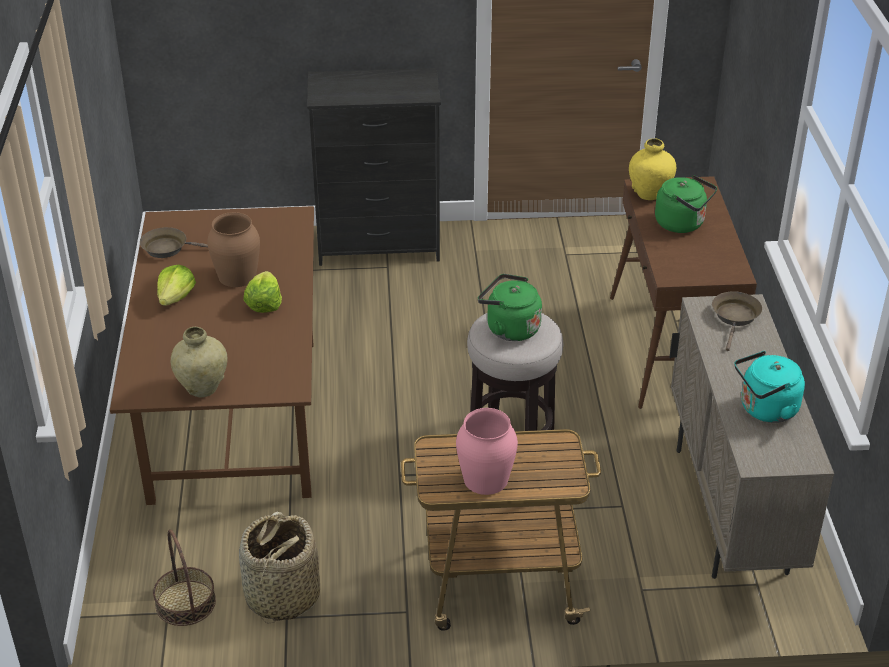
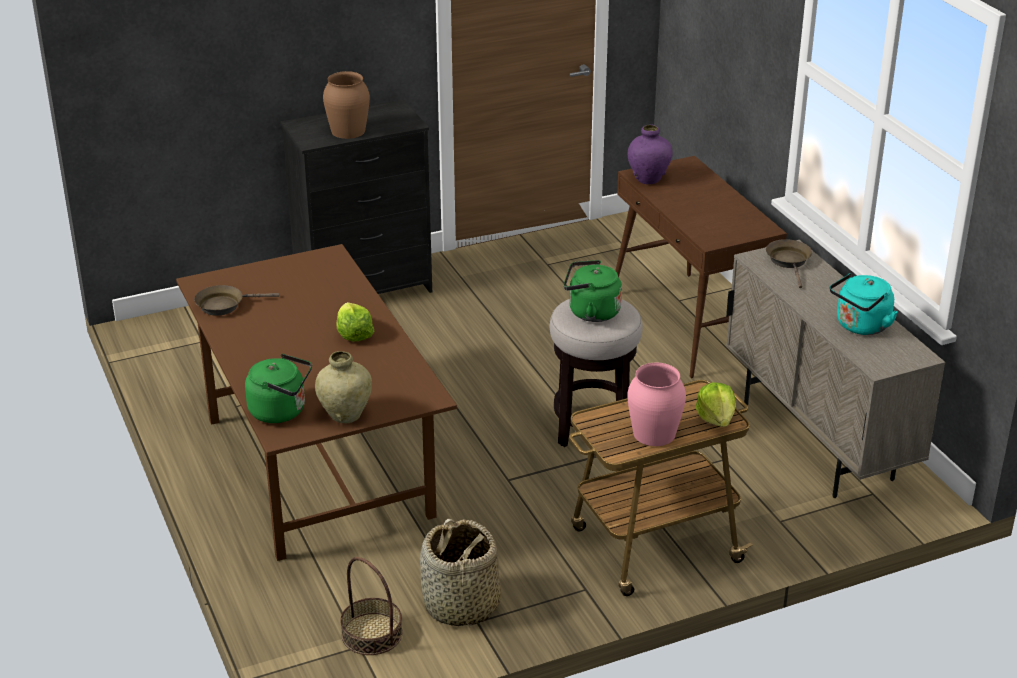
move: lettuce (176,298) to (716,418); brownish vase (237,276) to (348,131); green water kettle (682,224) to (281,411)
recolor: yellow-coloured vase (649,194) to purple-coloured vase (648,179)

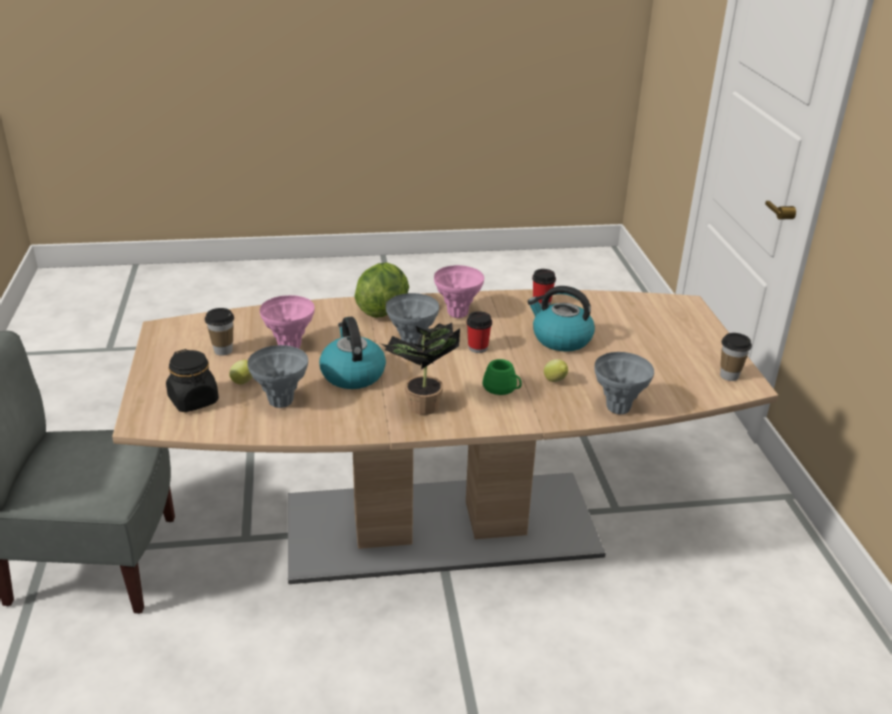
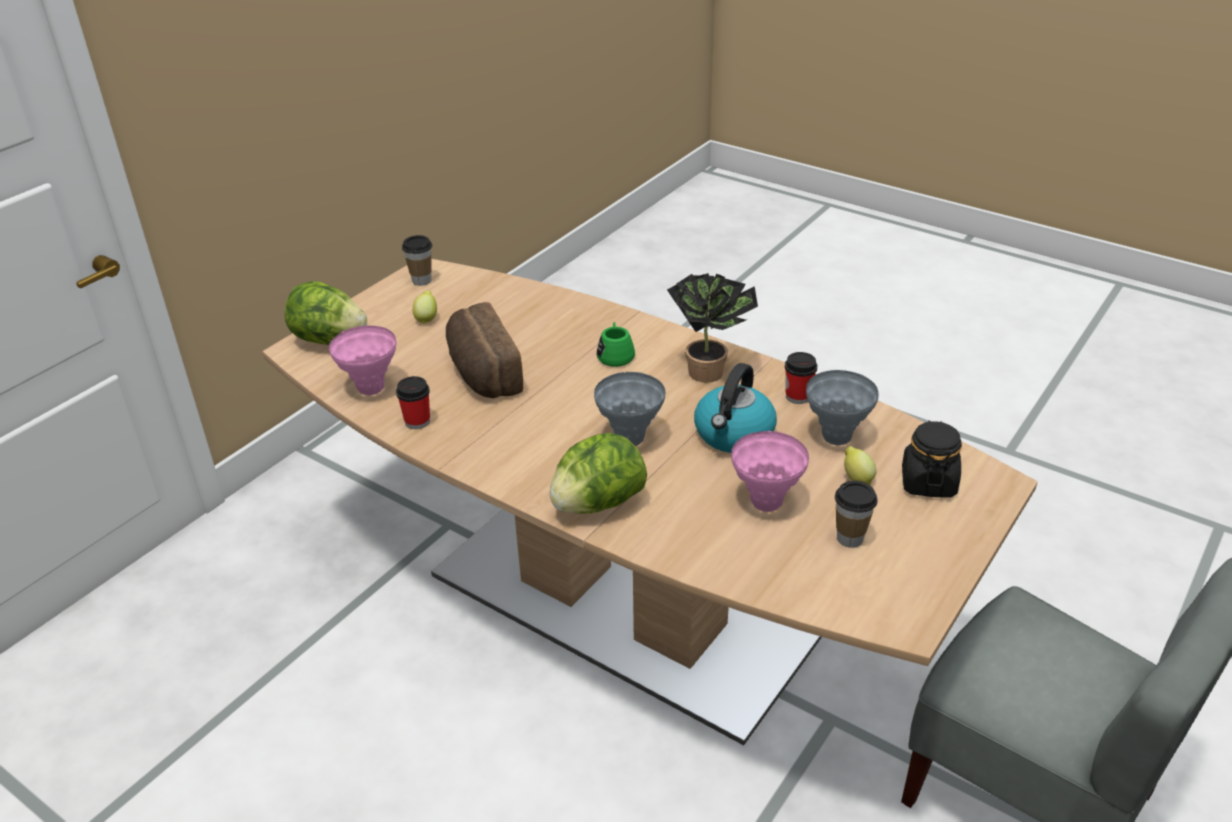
delete: gray vase (618,408)
insert: lettuce (329,340)
move: pink vase (457,314) to (371,389); drinking cup (478,347) to (798,396); citrus fruit (555,381) to (426,318)
replace: water kettle (560,339) to baked bread (481,373)

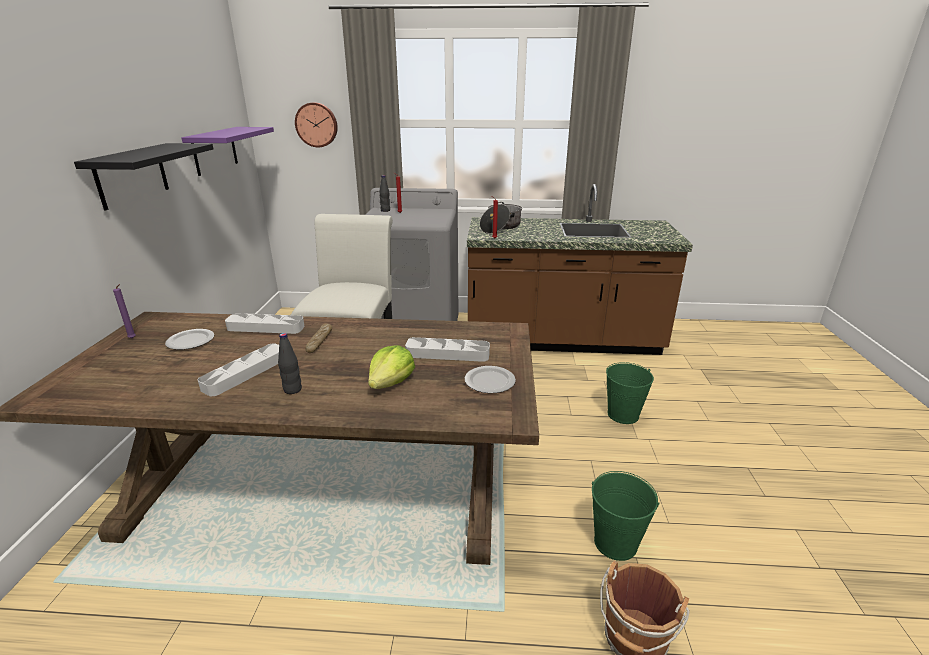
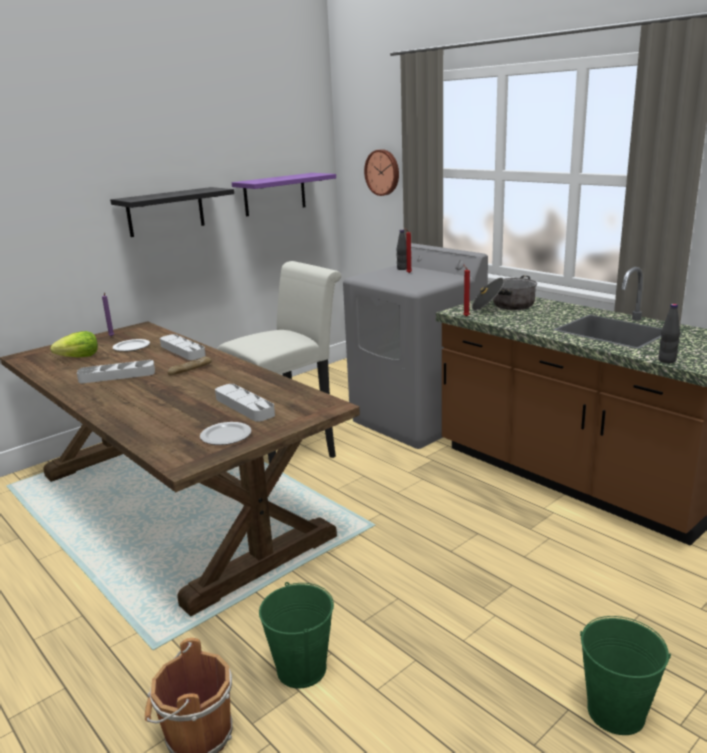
move: black-coloured bottle (292,390) to (667,360); lettuce (391,383) to (79,357); green water bucket (623,415) to (616,712)

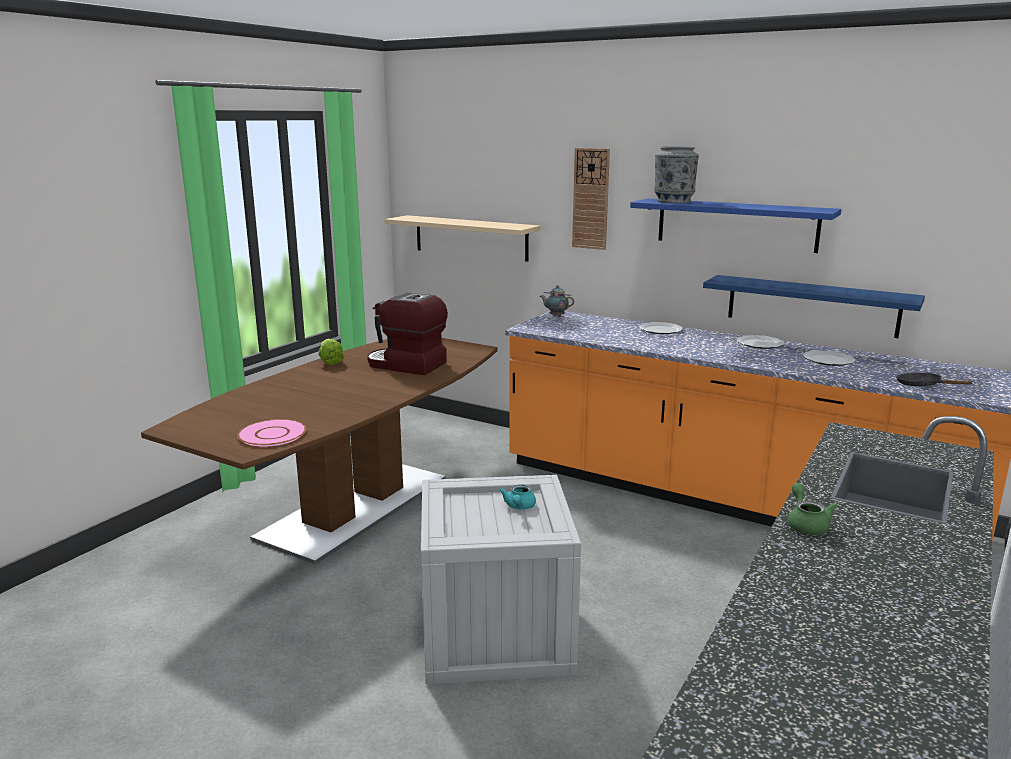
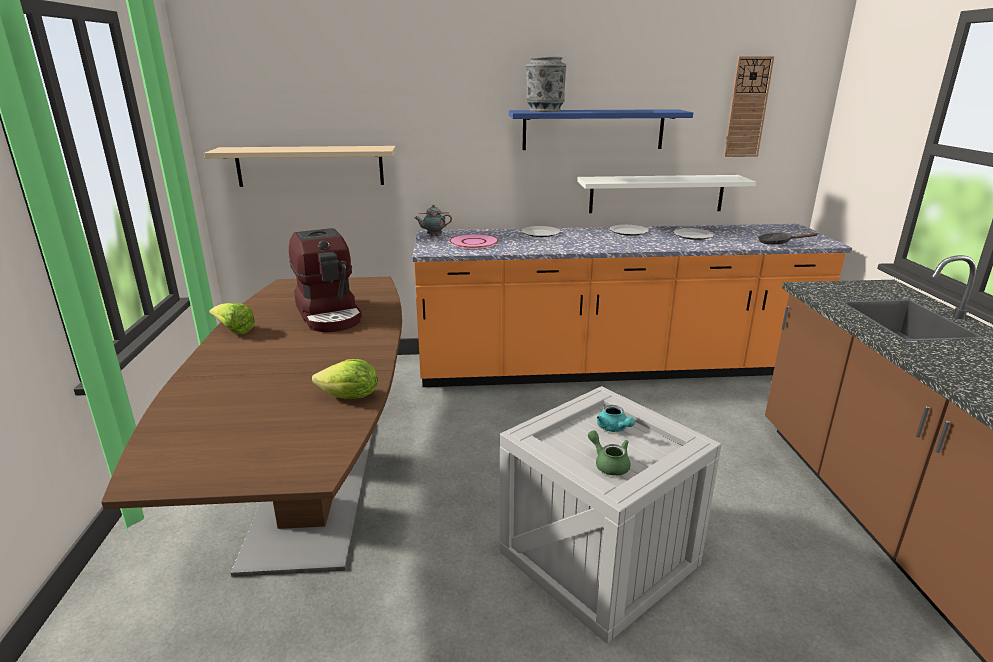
insert: lettuce (350,397)
move: pink plate (272,434) to (473,242); clock on the wall (591,199) to (747,107); green pot for tea (806,524) to (609,464)
recolor: bluish bracket shelf (811,305) to white bracket shelf (656,194)
rotate: coffee machine (405,365) = (330,314) 105 degrees counterclockwise

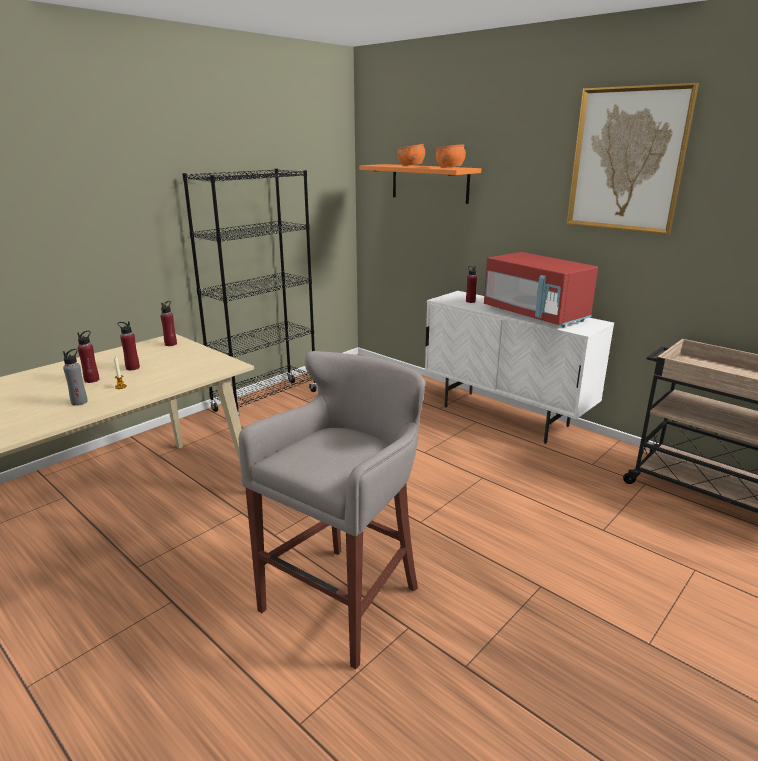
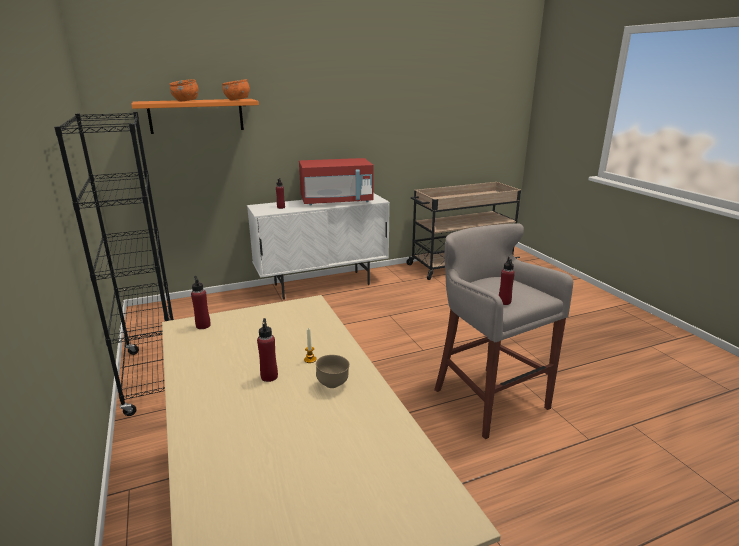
delete: picture (627,160)
move: red bottle (132,368) to (504,302)
replace: gray bottle (79,402) to brownish serving bowl (333,385)

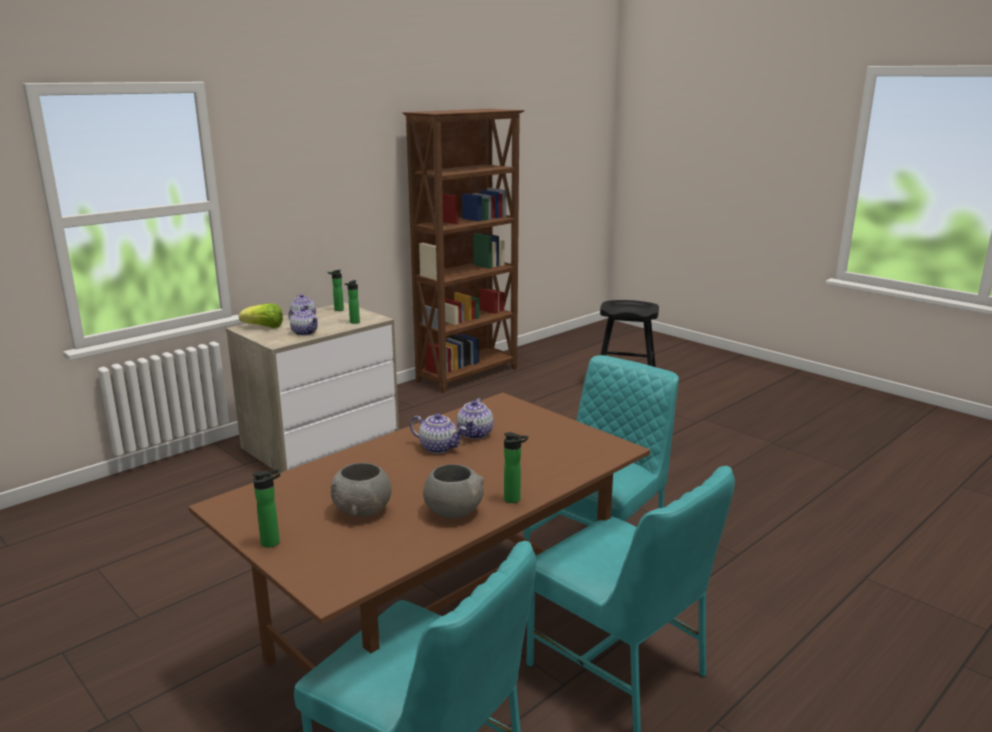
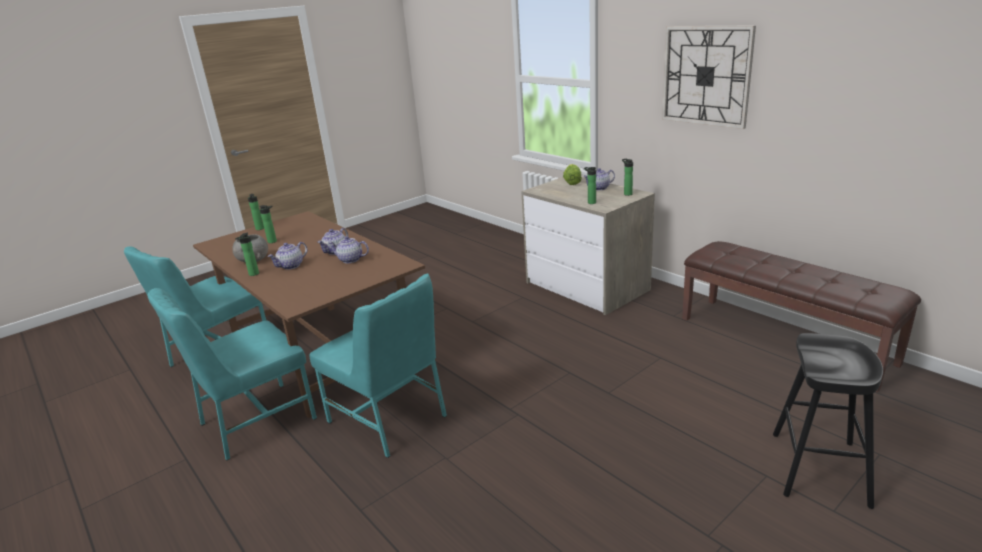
insert: clock on the wall (706,76)
move: pot for tea (305,332) to (291,266)
replace: gray serving bowl (363,510) to bottle (273,241); brownish bookcase (469,375) to brownish indoor bench (784,340)

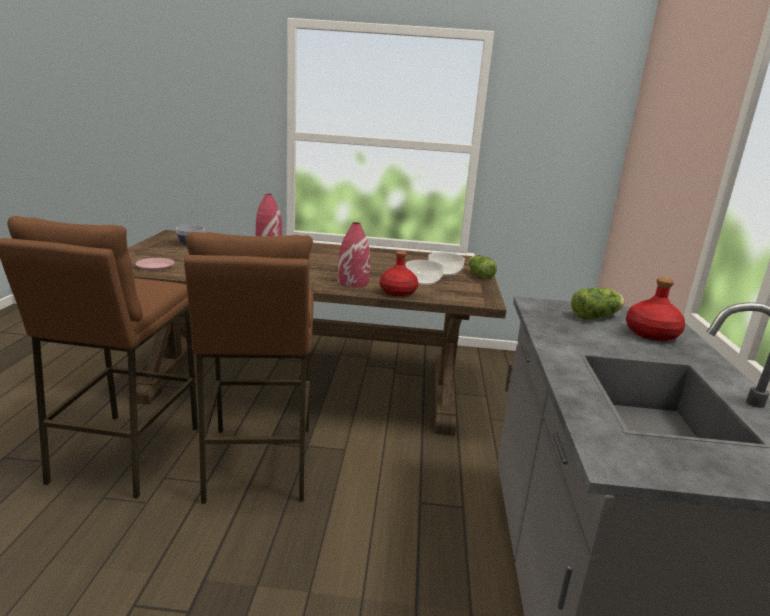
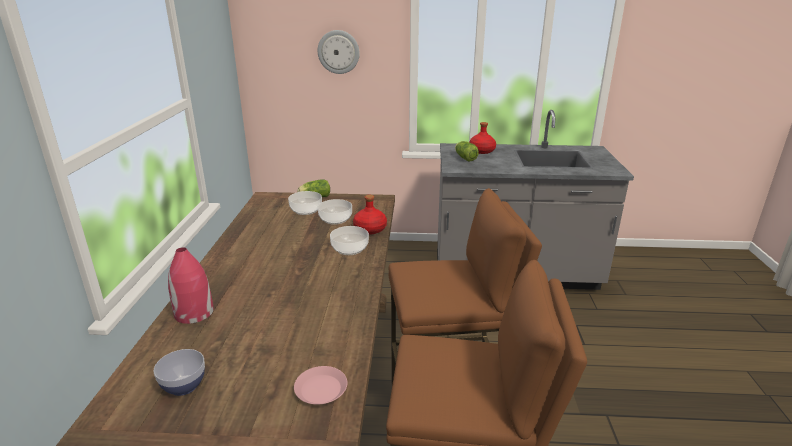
insert: clock on the wall (338,52)
replace: red vase (353,282) to serving bowl (349,249)

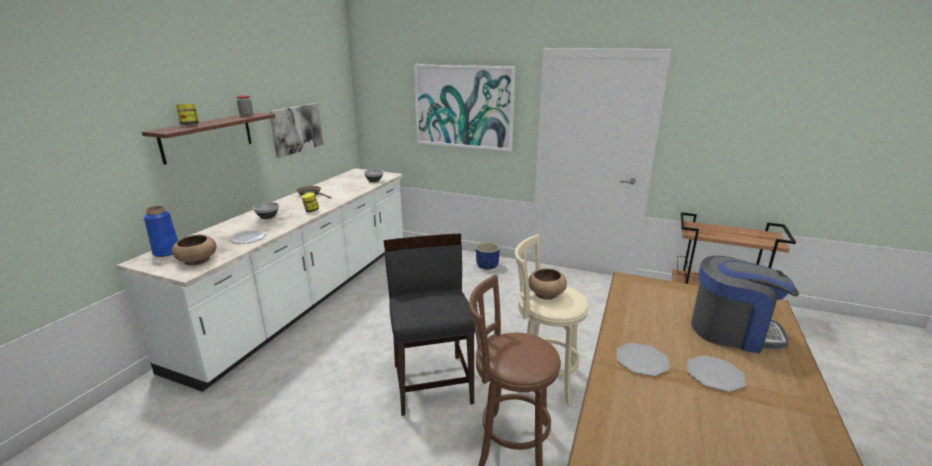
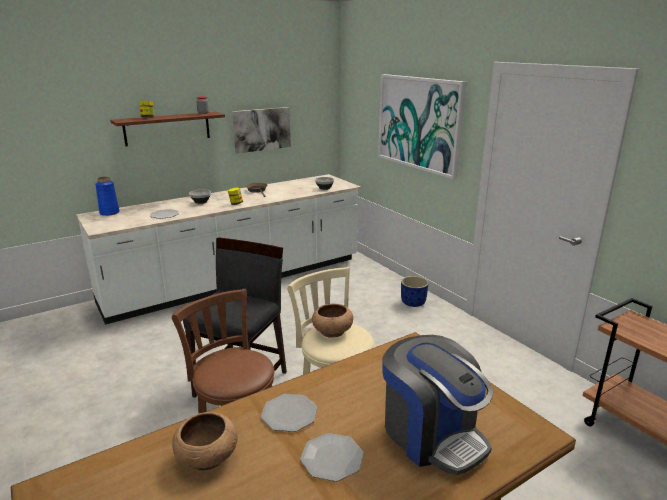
move: brownish serving bowl (197,261) to (207,457)

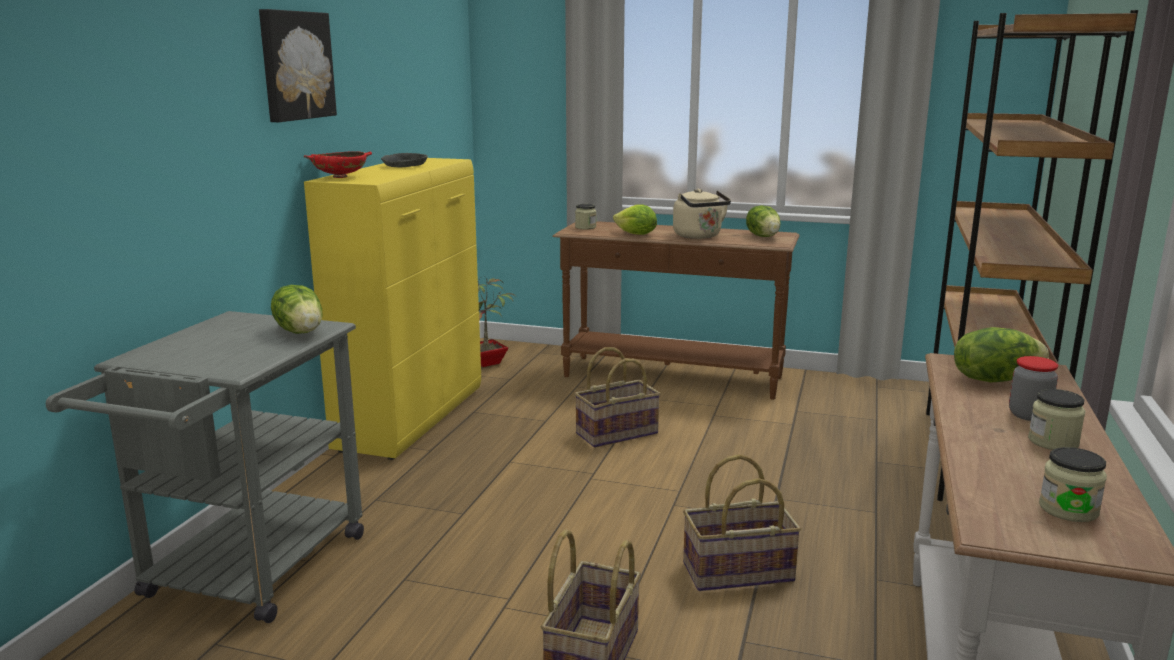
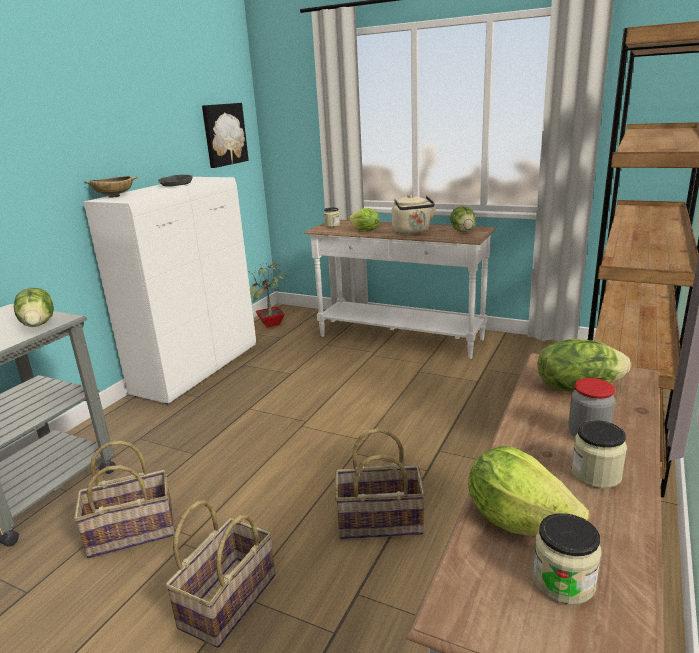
insert: lettuce (517,519)
move: picture (295,65) to (224,134); basket (616,433) to (132,531)
recolor: red serving bowl (340,177) to beige serving bowl (114,196); yellow-coloured storage cabinet (412,418) to white storage cabinet (198,369); brownish hall table (672,378) to white hall table (399,338)

